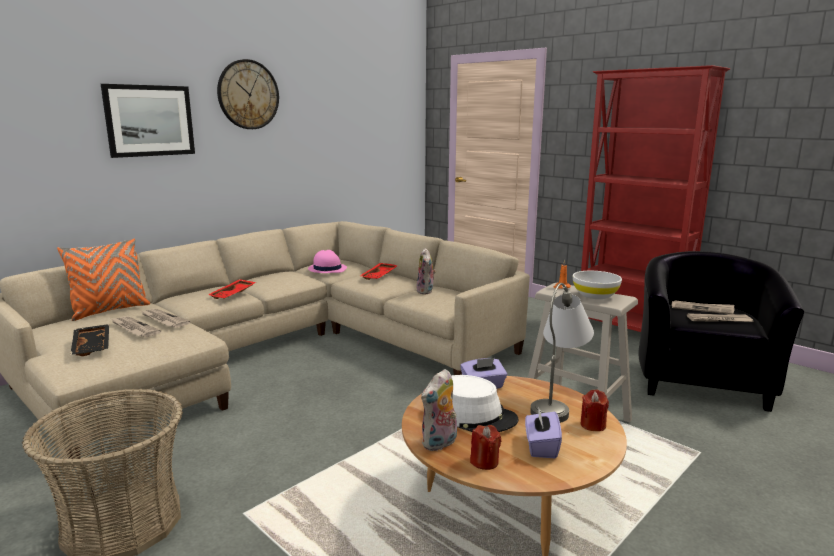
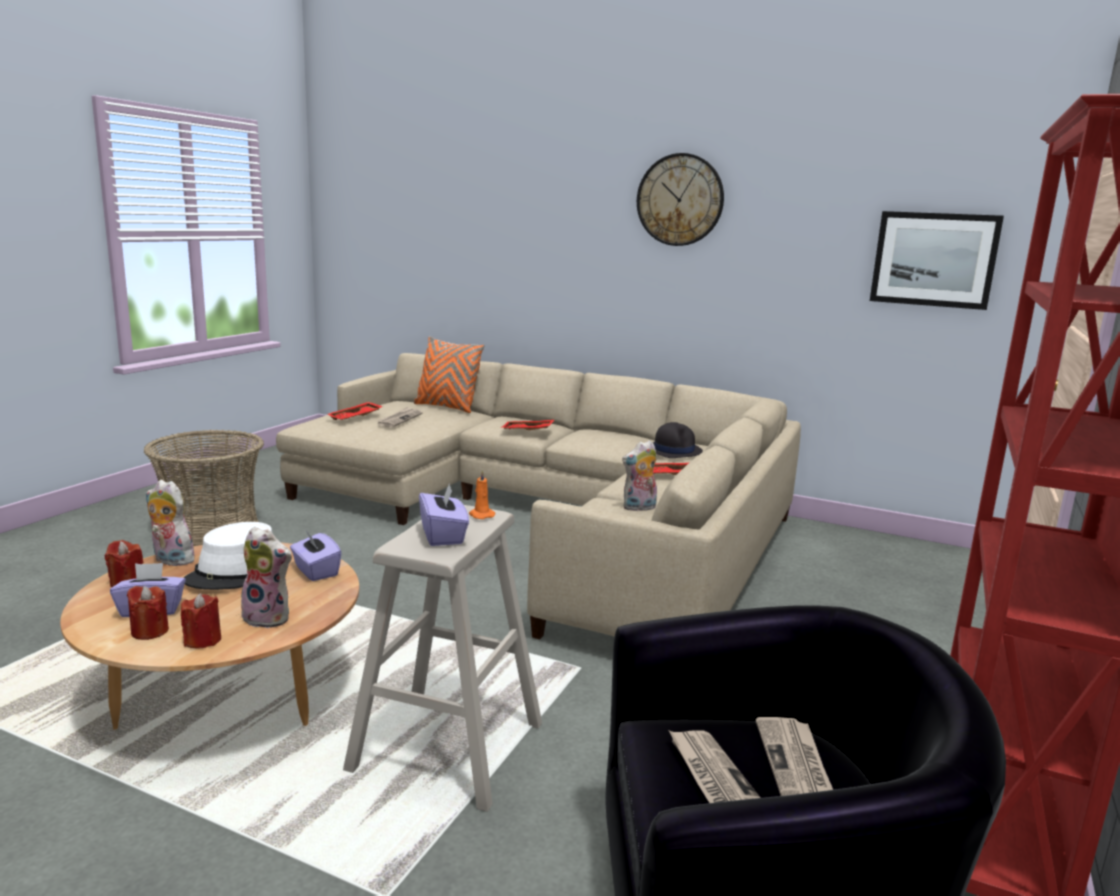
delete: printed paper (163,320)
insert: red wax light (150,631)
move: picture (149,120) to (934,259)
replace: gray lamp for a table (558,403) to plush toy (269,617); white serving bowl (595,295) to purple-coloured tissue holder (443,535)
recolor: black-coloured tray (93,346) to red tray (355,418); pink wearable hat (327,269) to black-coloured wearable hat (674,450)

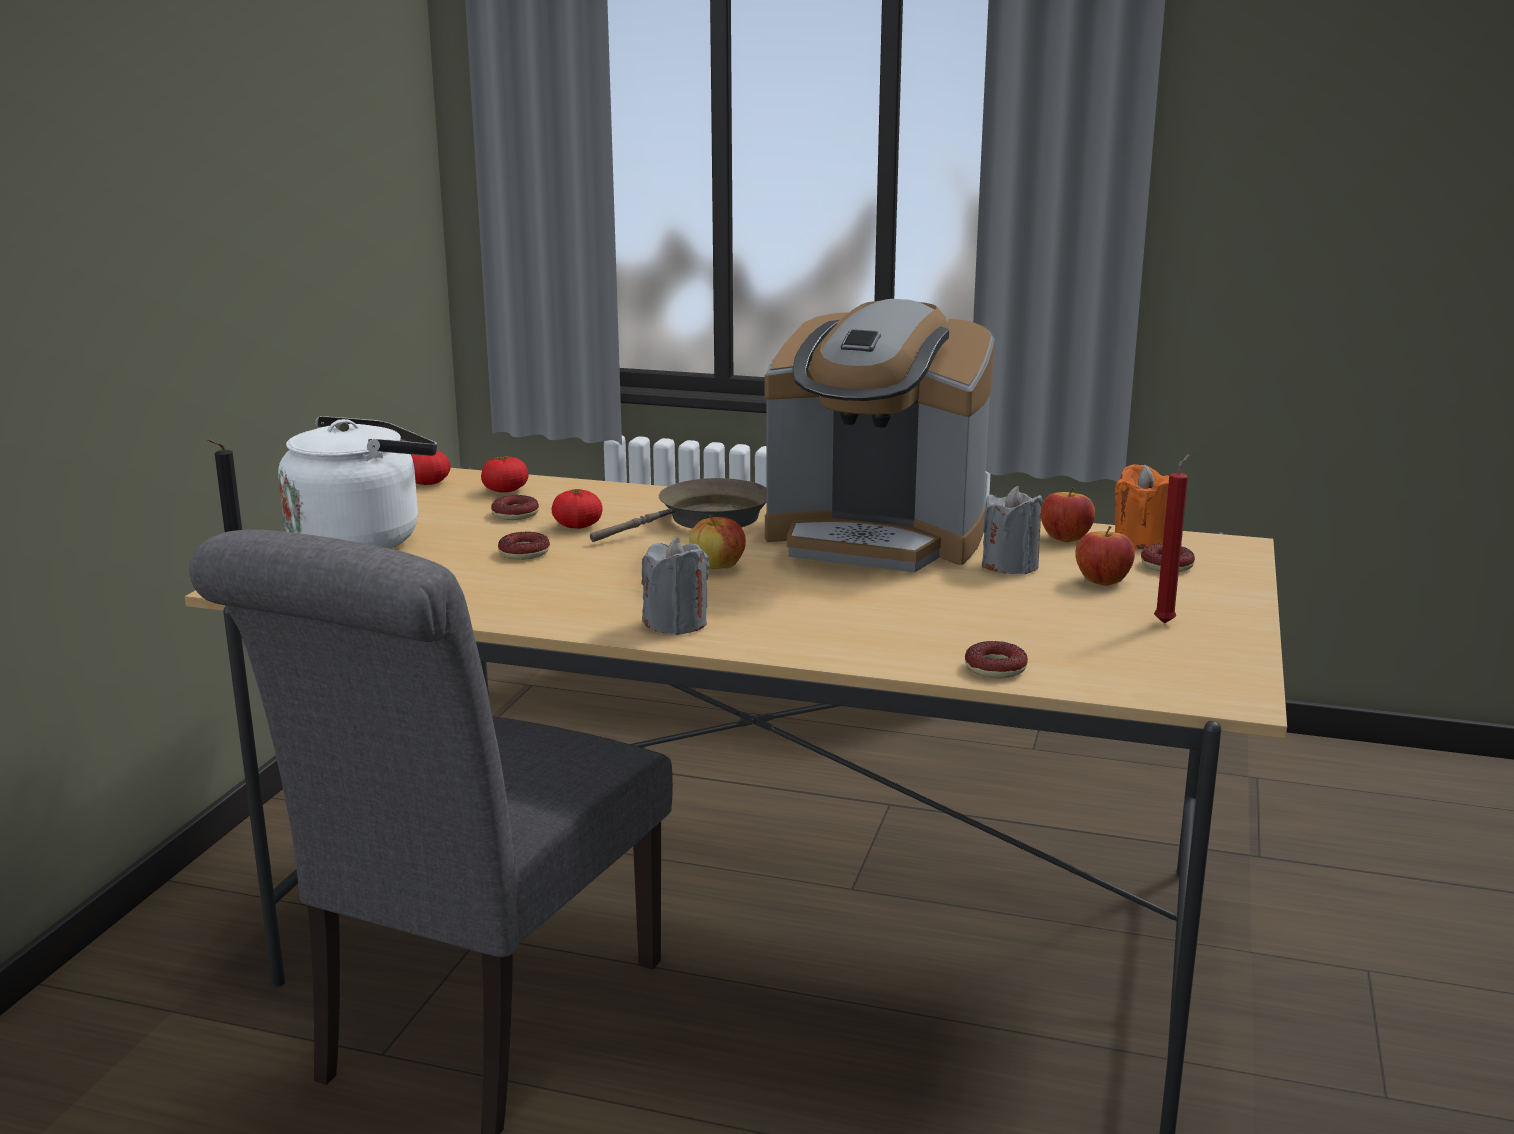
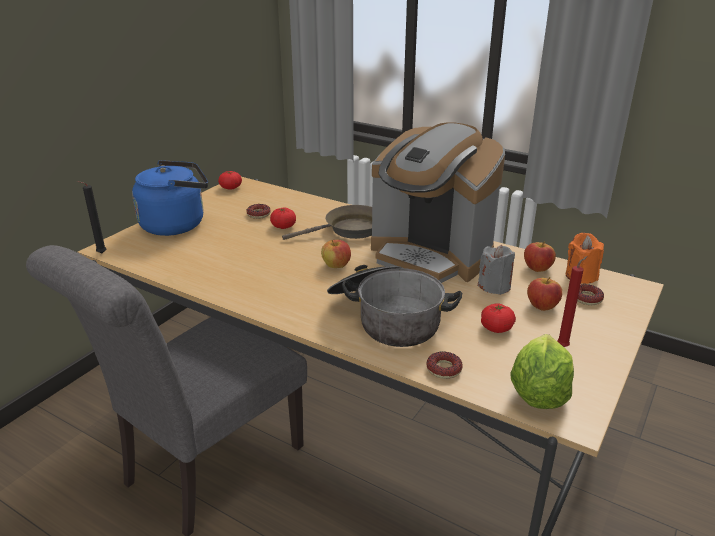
delete: doughnut (524,553); gray wax light (676,624)
insert: cooking pot (387,319); lettuce (538,393)
move: tomato (505,490) to (496,328)
recolor: white water kettle (362,541) to bluish water kettle (177,224)

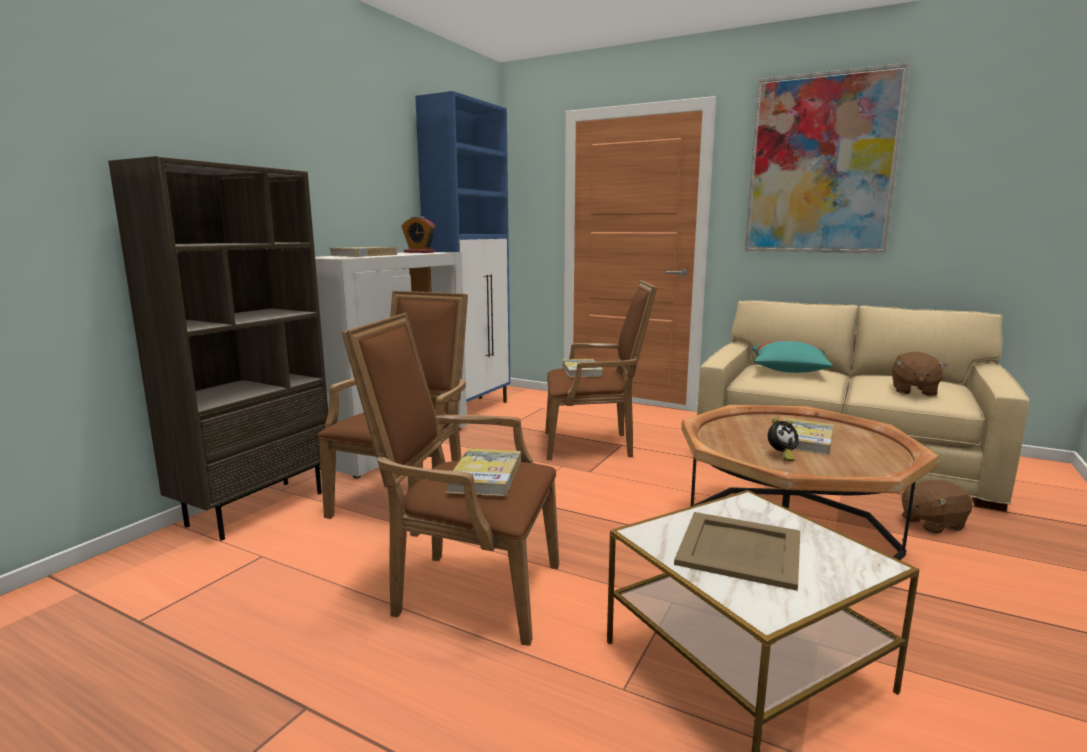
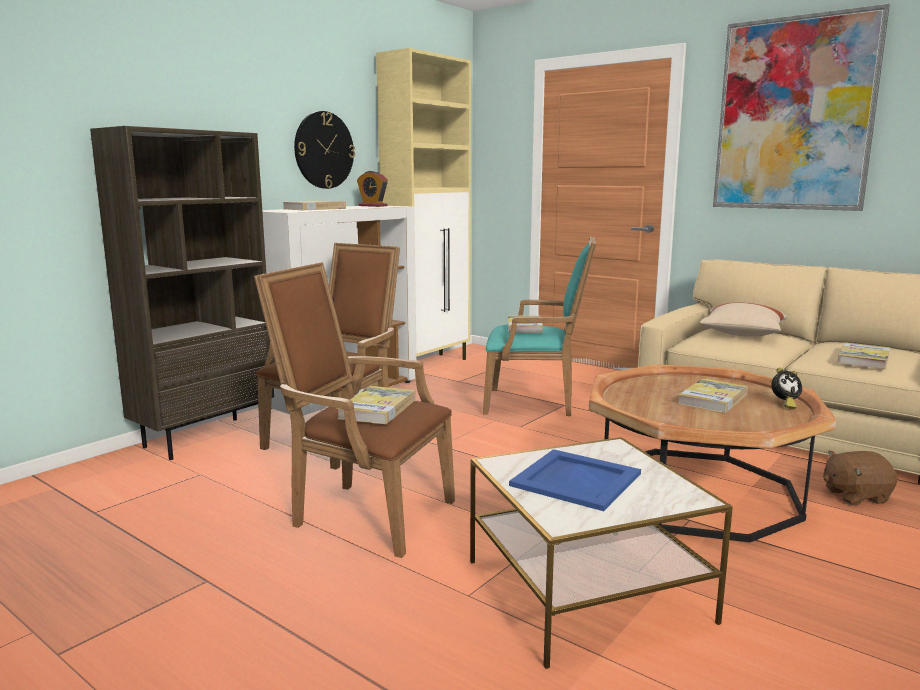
insert: clock on the wall (324,150)
move: bedside clock (781,456) to (784,404)
replace: brownish plush toy (913,391) to bound book (863,359)
recolor: bluish storage cabinet (472,409) to beige storage cabinet (429,364); brownish armchair (594,445) to turquoise armchair (536,403); beige tray (741,549) to bluish tray (577,479); turquoise cushion (788,371) to beige cushion (742,335)

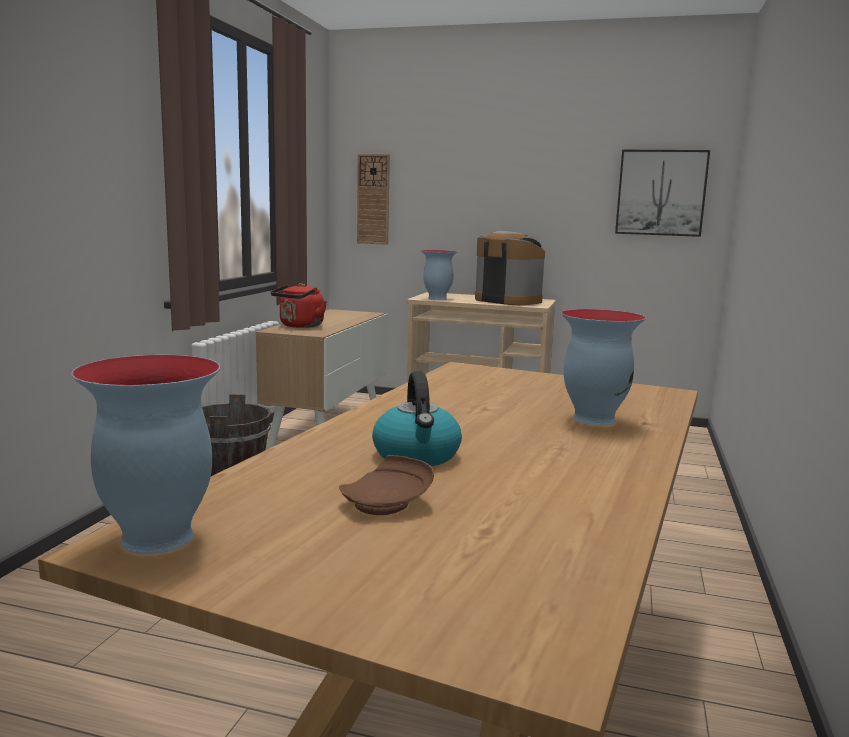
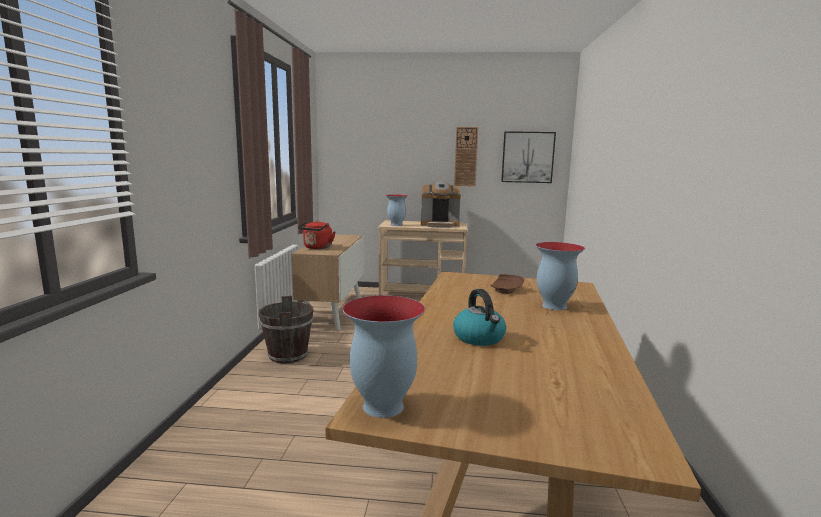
move: brownish plate (388,503) to (506,290); clock on the wall (373,199) to (466,156)
rotate: coffee machine (508,301) = (440,225) 150 degrees clockwise

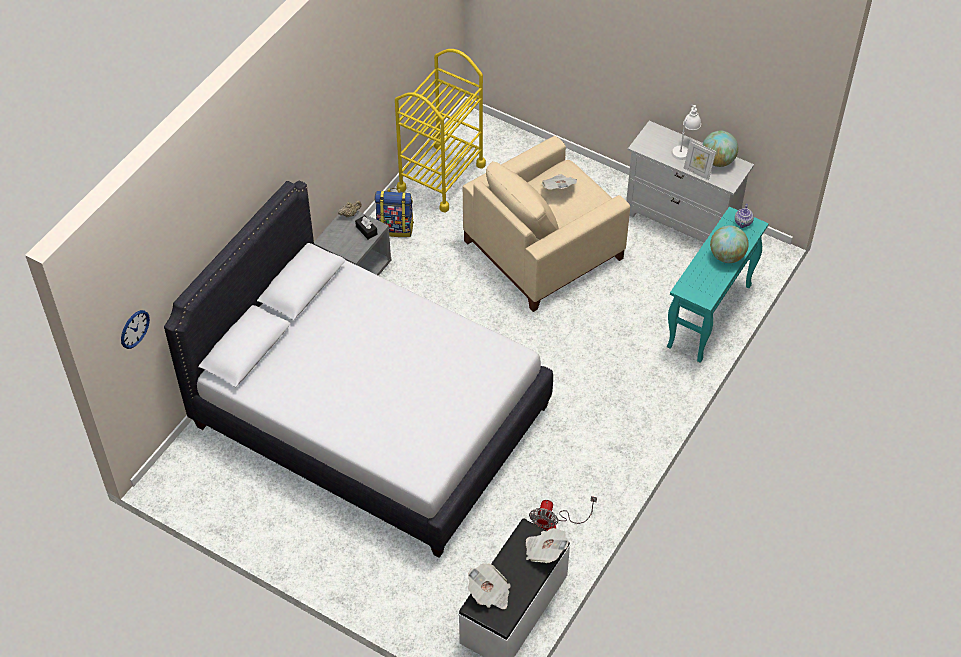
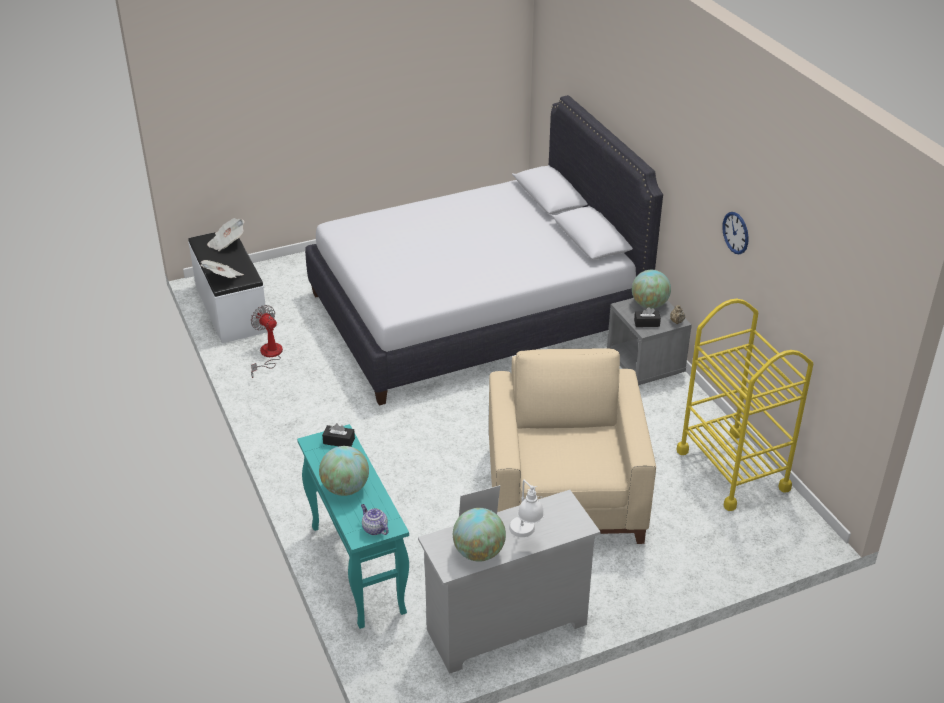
delete: rucksack (395,228); printed paper (558,188)
insert: black-coloured tissue holder (339,441); globe (649,305)
move: clock on the wall (134,329) to (736,232)

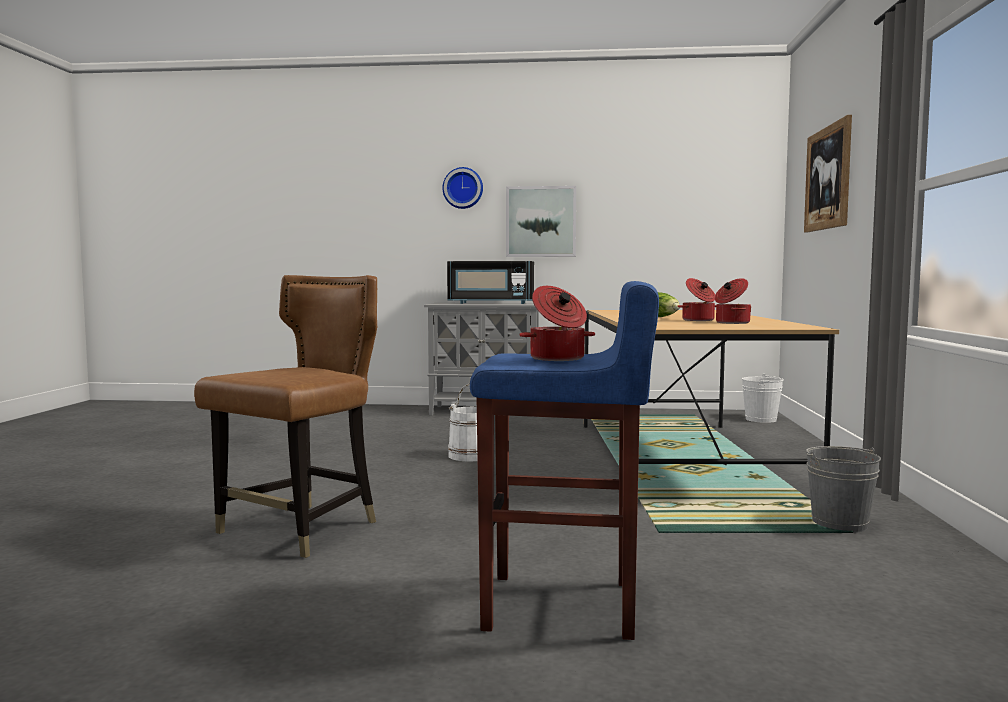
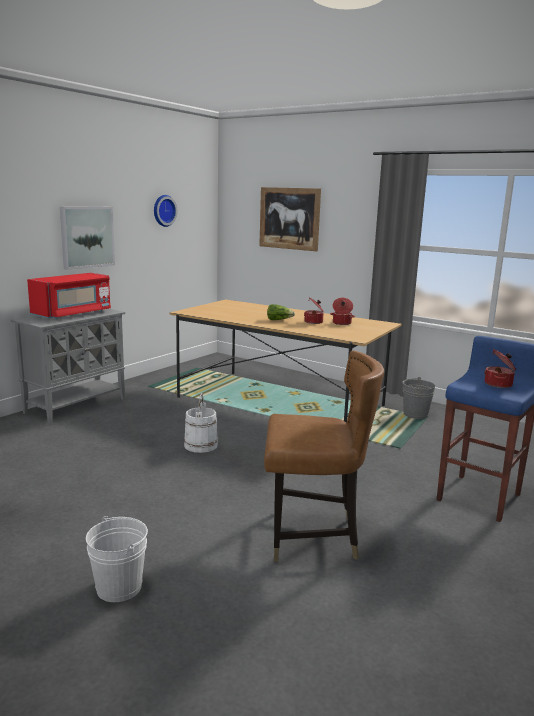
move: clock on the wall (463,188) to (163,210); white water bucket (761,419) to (119,587)
recolor: black-coloured microwave (491,303) to red microwave (73,314)
rotate: brownish chair (301,529) = (313,536) 120 degrees clockwise

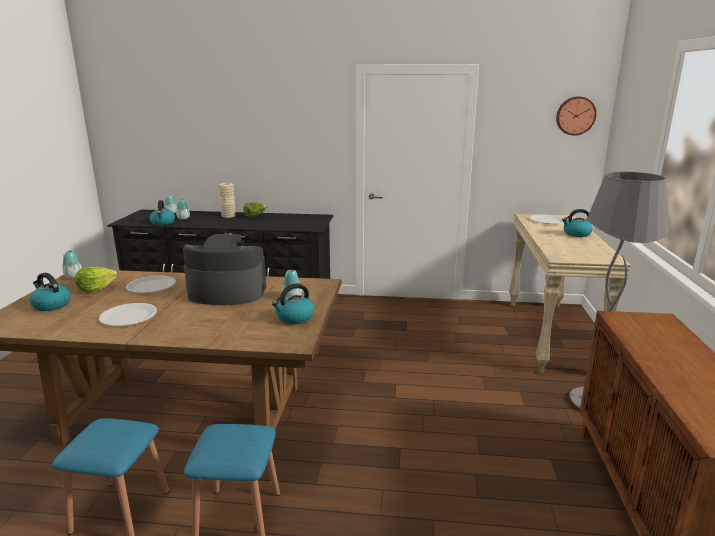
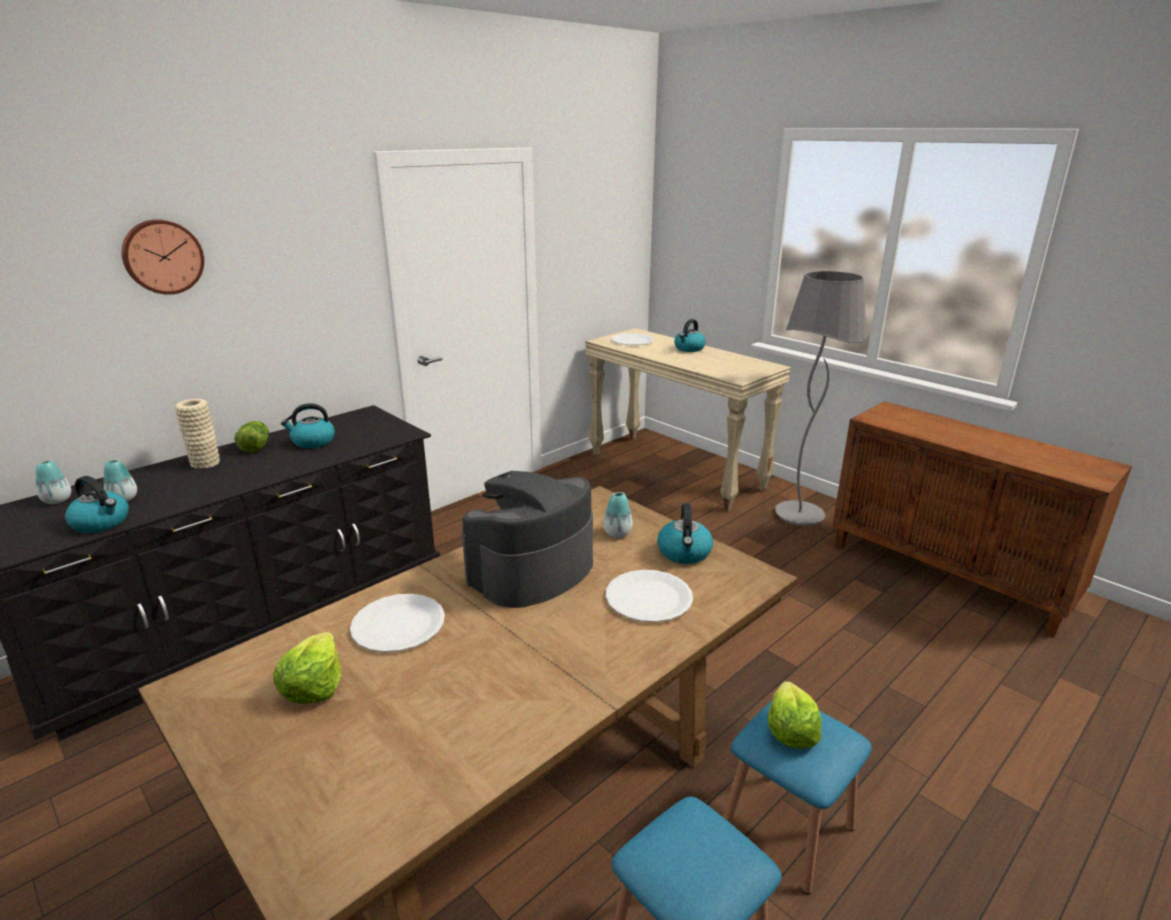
delete: vase (73,276)
insert: lettuce (790,731)
move: water kettle (51,305) to (312,442); white plate (128,316) to (648,598); clock on the wall (575,116) to (162,256)

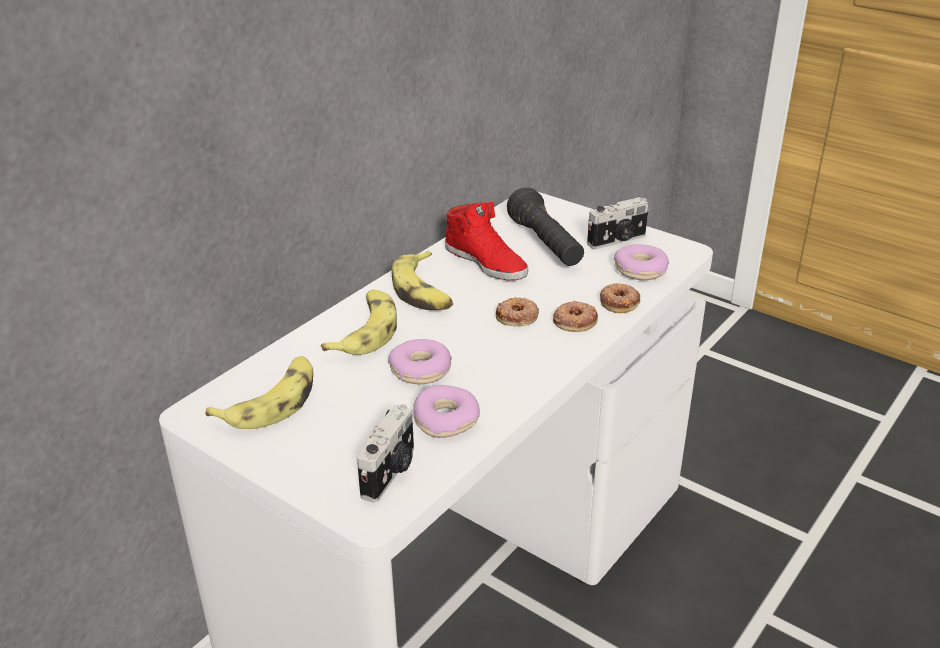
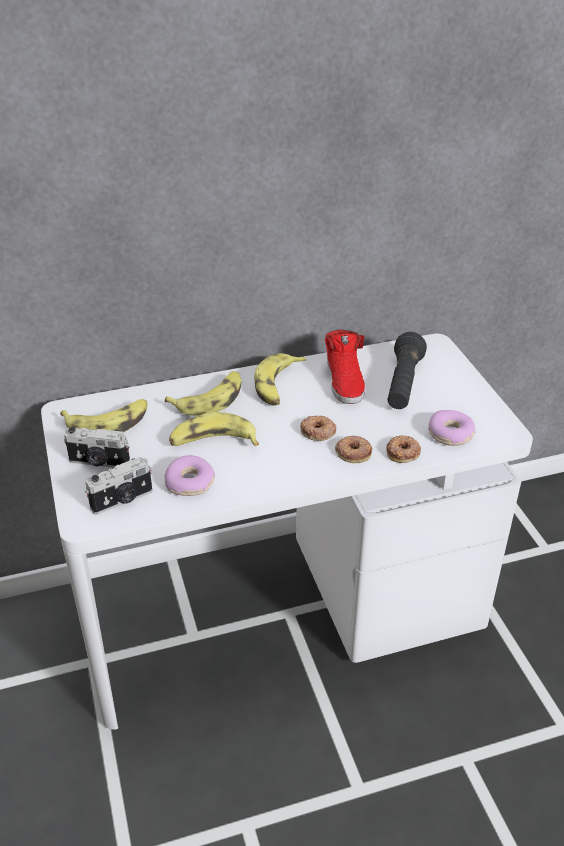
move: still camera (617,240) to (99,462)
replace: doughnut (421,370) to banana fruit (213,442)

